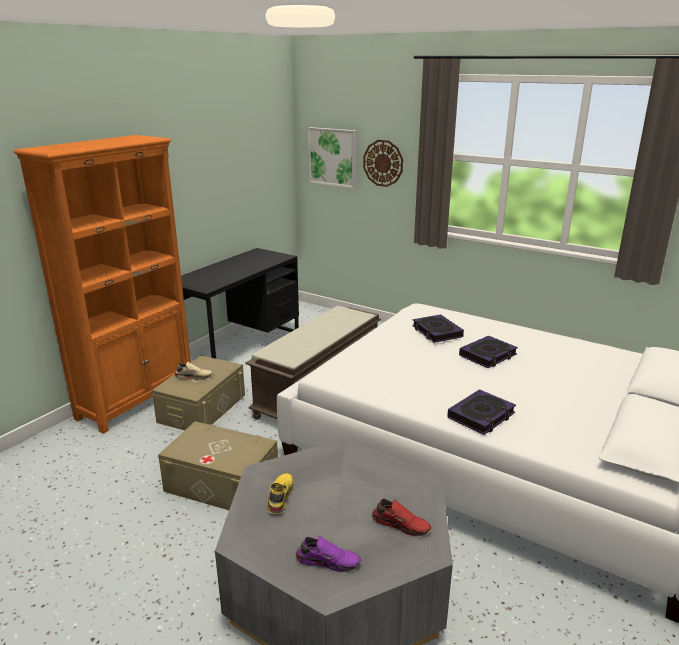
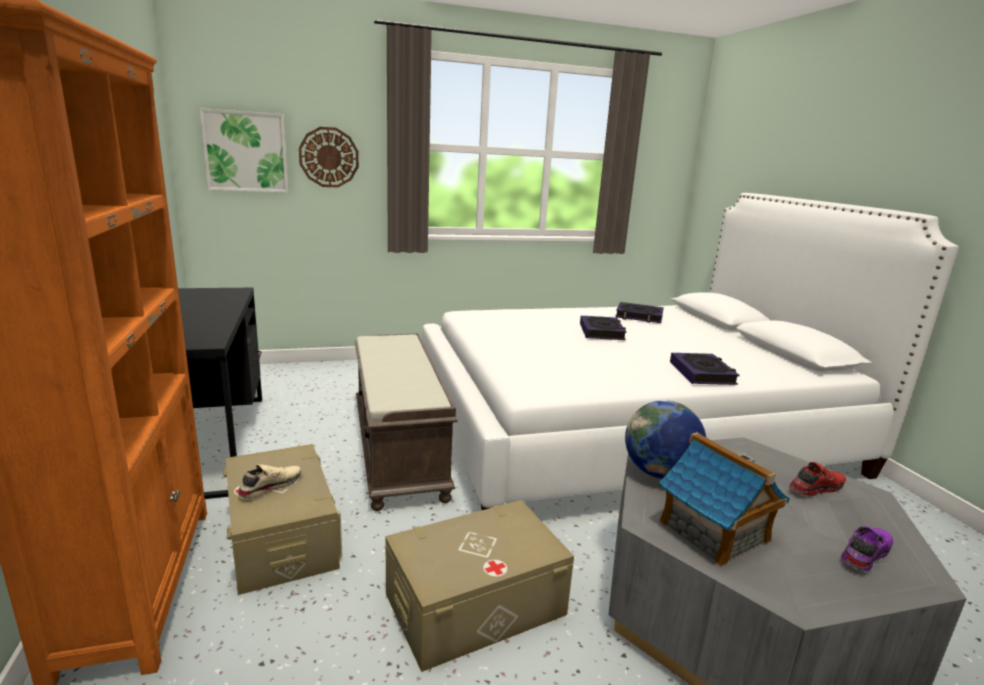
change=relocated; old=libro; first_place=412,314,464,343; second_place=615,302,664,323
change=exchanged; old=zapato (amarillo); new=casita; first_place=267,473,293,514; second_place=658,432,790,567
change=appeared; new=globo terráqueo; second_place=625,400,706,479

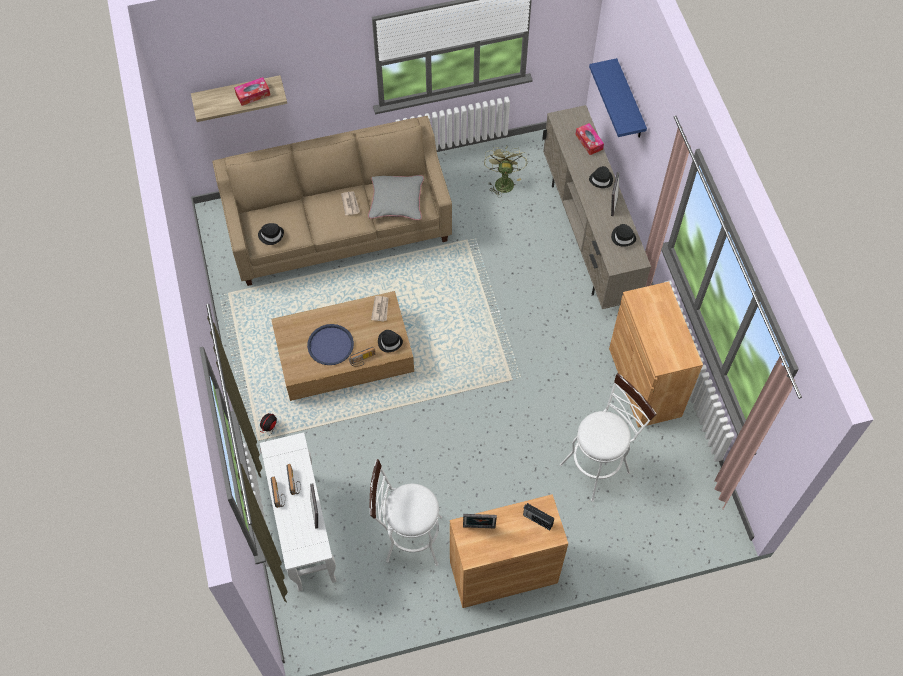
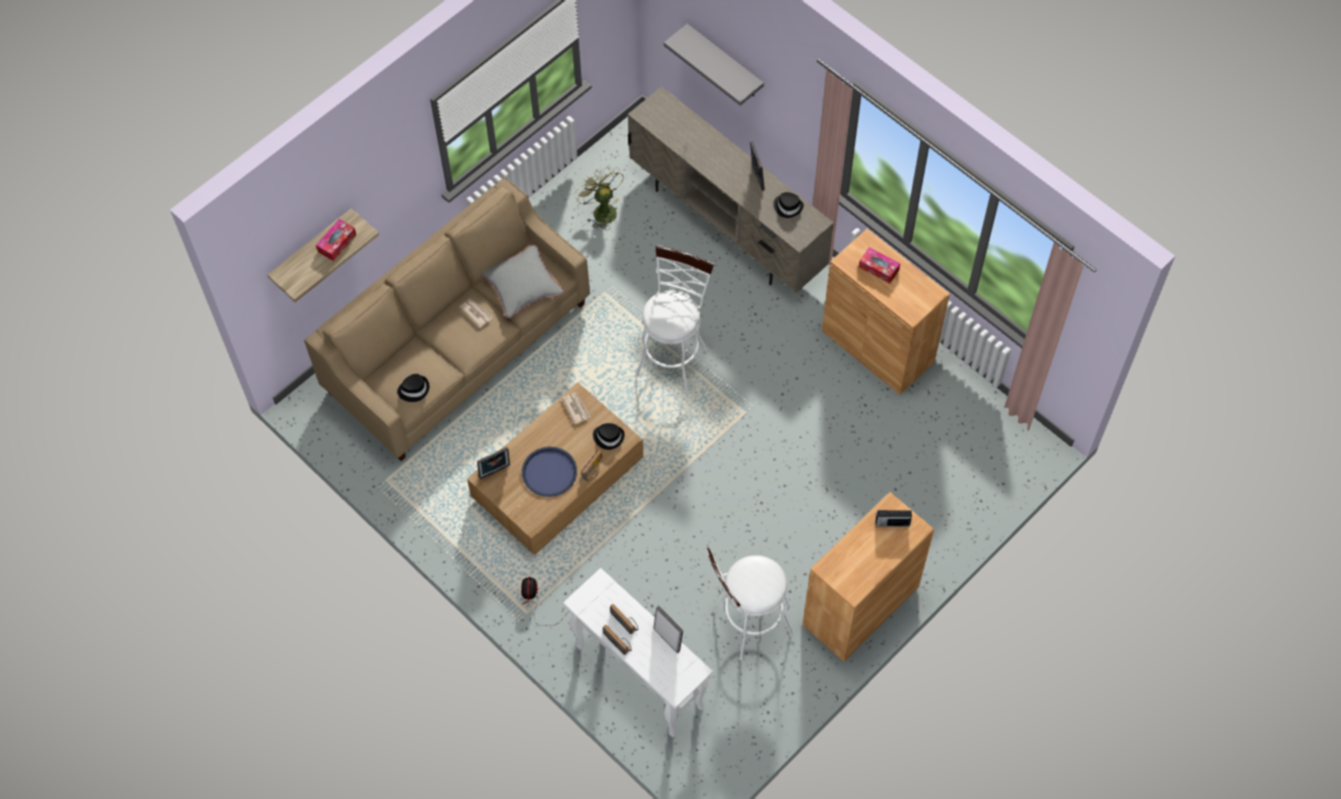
change=colour; old=estante (azul); new=estante (gris); first_place=589,58,647,138; second_place=664,24,764,106
change=relocated; old=caja de pañuelos; first_place=575,123,604,155; second_place=859,247,900,283
change=missing; old=sombrero (negro); first_place=589,166,613,188
change=relocated; old=taburete (blanco); first_place=560,373,656,502; second_place=635,245,714,394
change=relocated; old=portarretratos; first_place=463,514,497,528; second_place=477,447,510,480

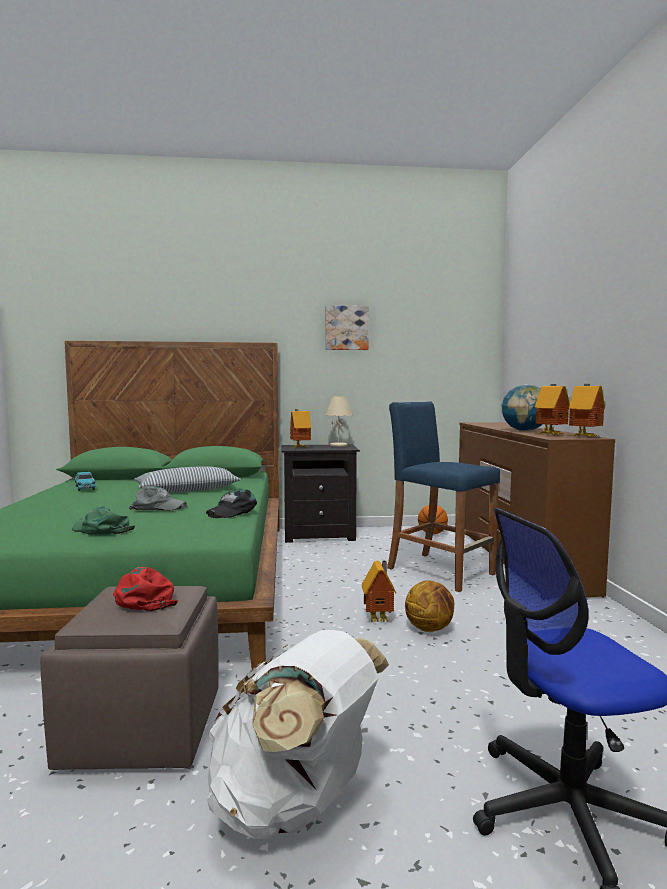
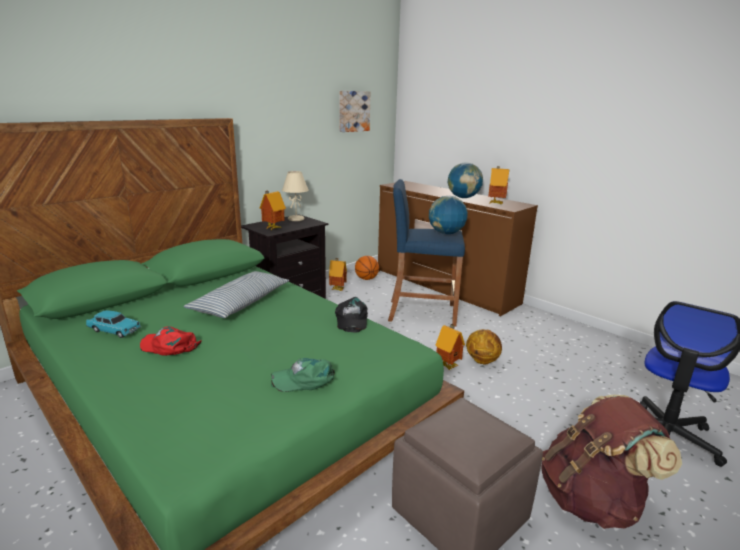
change=relocated; old=cuadro; first_place=325,305,369,350; second_place=340,91,370,132
change=relocated; old=casita; first_place=569,384,605,437; second_place=329,258,347,291
change=missing; old=gorra (gris); first_place=129,486,187,511
change=relocated; old=gorra (rojo); first_place=113,567,178,611; second_place=140,326,202,356
change=colour; old=mochila (blanco); new=mochila (marrón); first_place=207,630,389,839; second_place=541,395,682,529
change=appeared; new=globo terráqueo; second_place=429,196,468,234

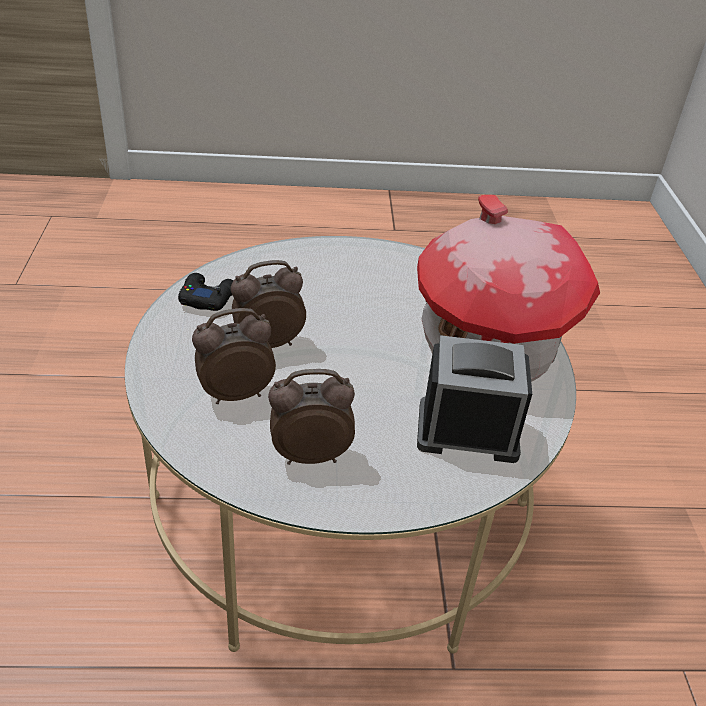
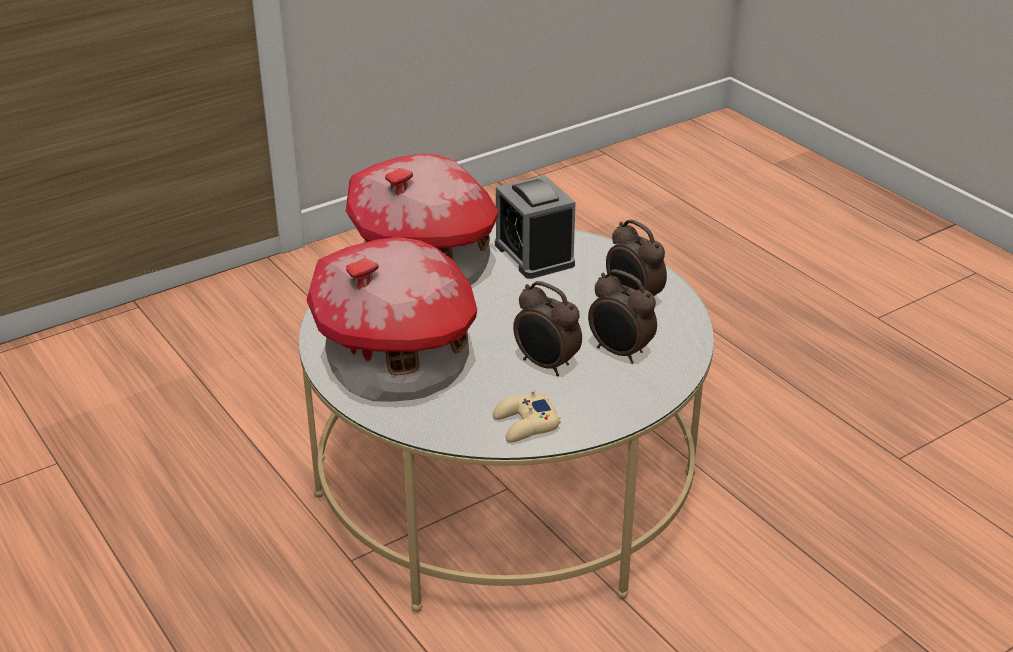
change=colour; old=mando de consola (negro); new=mando de consola (beis); first_place=178,273,234,311; second_place=493,390,561,442
change=appeared; new=casita; second_place=307,237,477,402

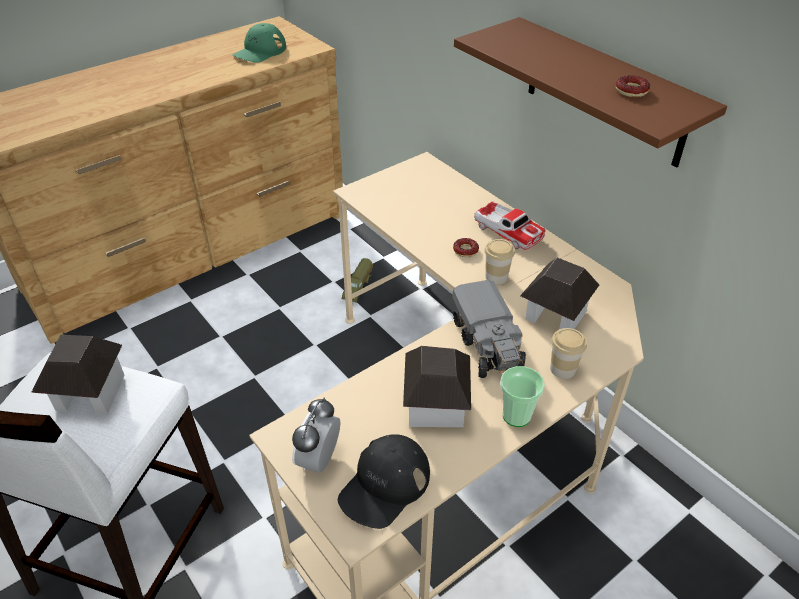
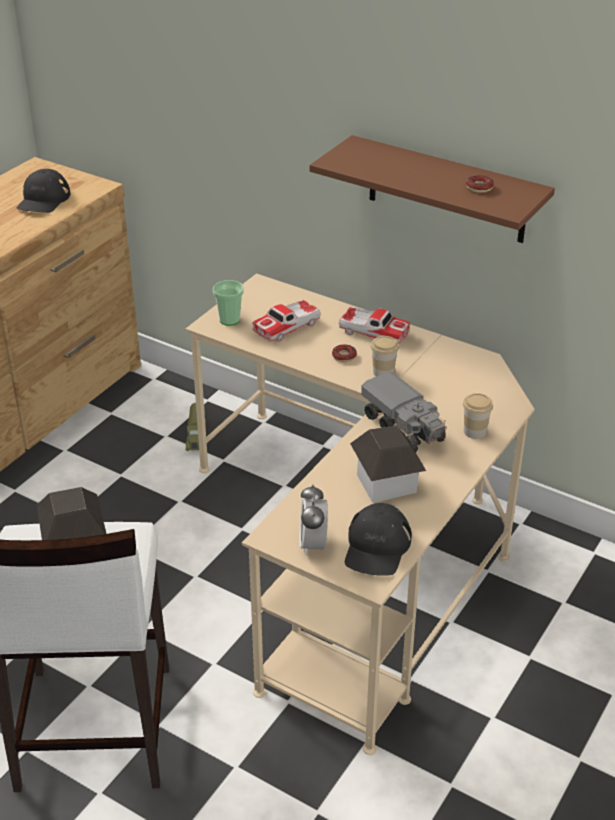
change=colour; old=gorra (verde); new=gorra (negro); first_place=233,23,286,63; second_place=17,169,70,213
change=missing; old=casita; first_place=520,258,599,329
change=relocated; old=taza; first_place=500,366,545,427; second_place=213,280,244,326
change=appeared; new=coche de juguete; second_place=252,300,321,342

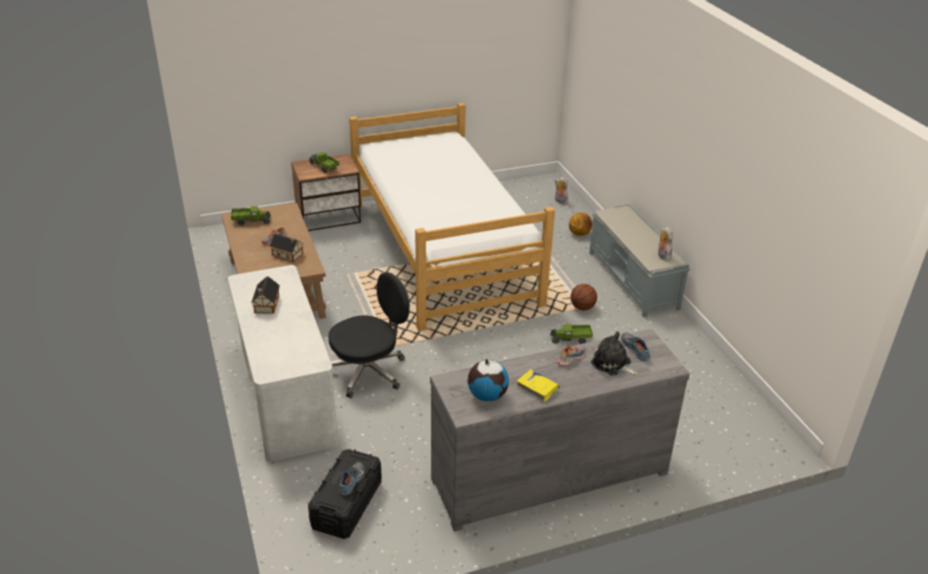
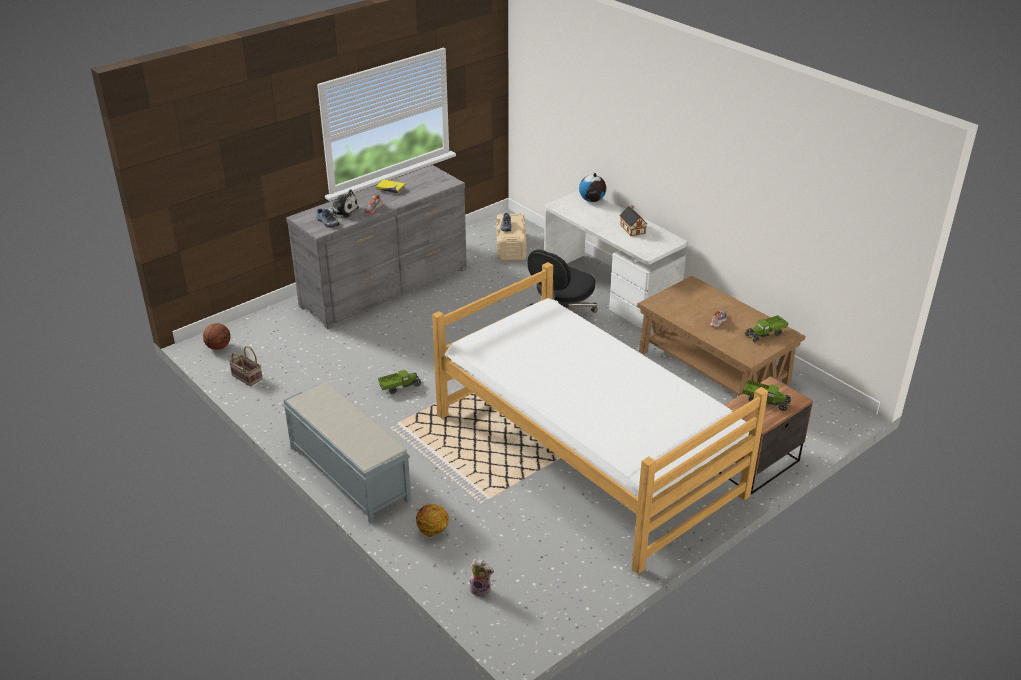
change=missing; old=peluche; first_place=658,227,673,261
change=missing; old=casita; first_place=270,233,304,262
change=relocated; old=balón de baloncesto; first_place=570,284,597,310; second_place=203,323,231,350
change=relocated; old=globo terráqueo; first_place=468,359,509,401; second_place=579,173,606,202
change=colour; old=caja de almacenaje (negro); new=caja de almacenaje (beis); first_place=308,449,382,539; second_place=496,213,526,261
change=appeared; new=cesta; second_place=229,346,263,387

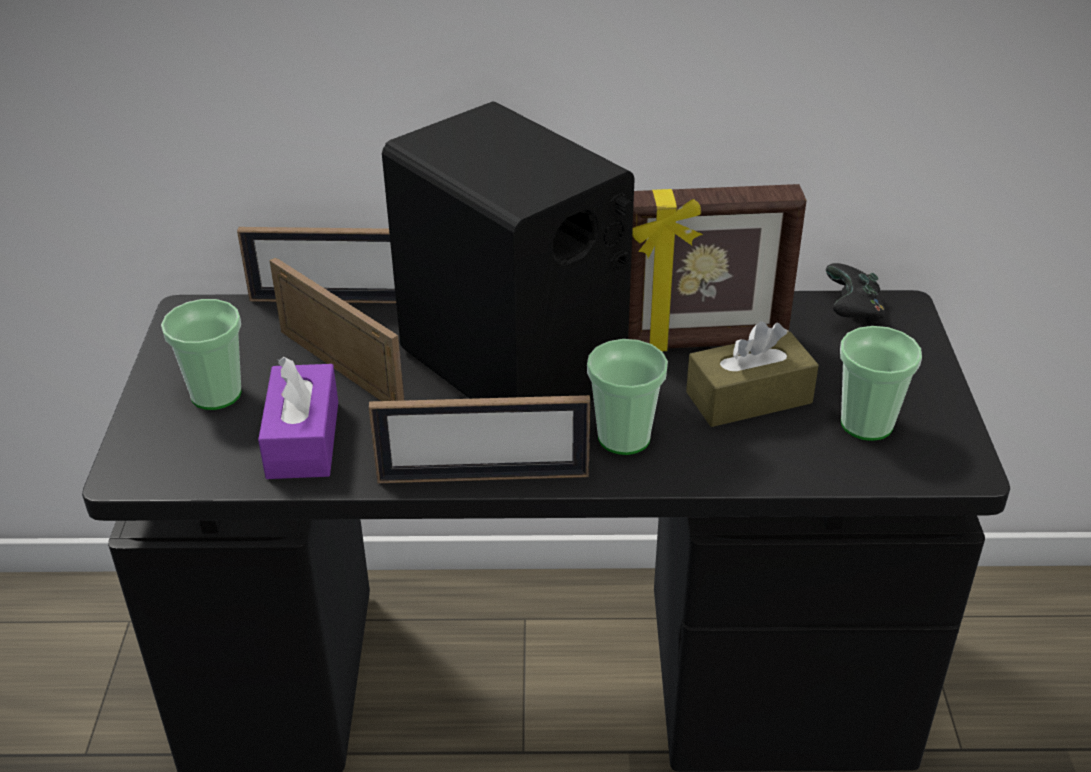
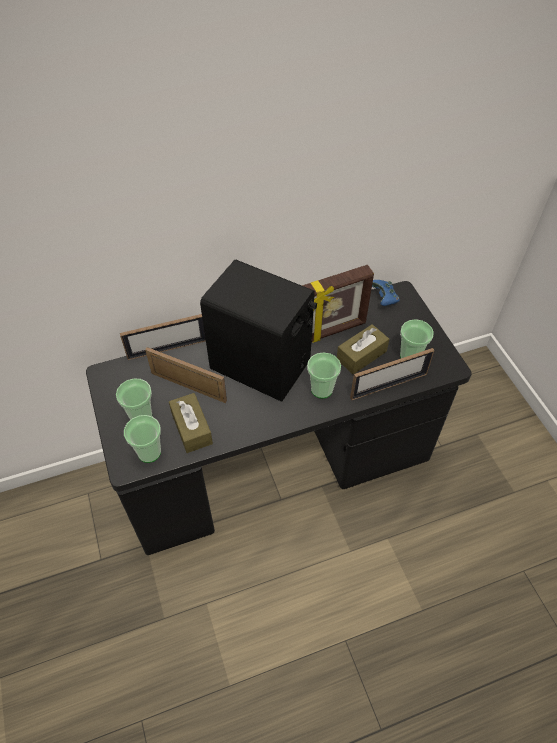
change=colour; old=mando de consola (negro); new=mando de consola (azul); first_place=826,263,885,324; second_place=372,280,400,306
change=colour; old=caja de pañuelos (morado); new=caja de pañuelos (marrón); first_place=258,357,338,479; second_place=169,393,213,453
change=relocated; old=portarretratos; first_place=369,395,590,483; second_place=350,348,435,400
change=appeared; new=taza; second_place=124,415,161,463

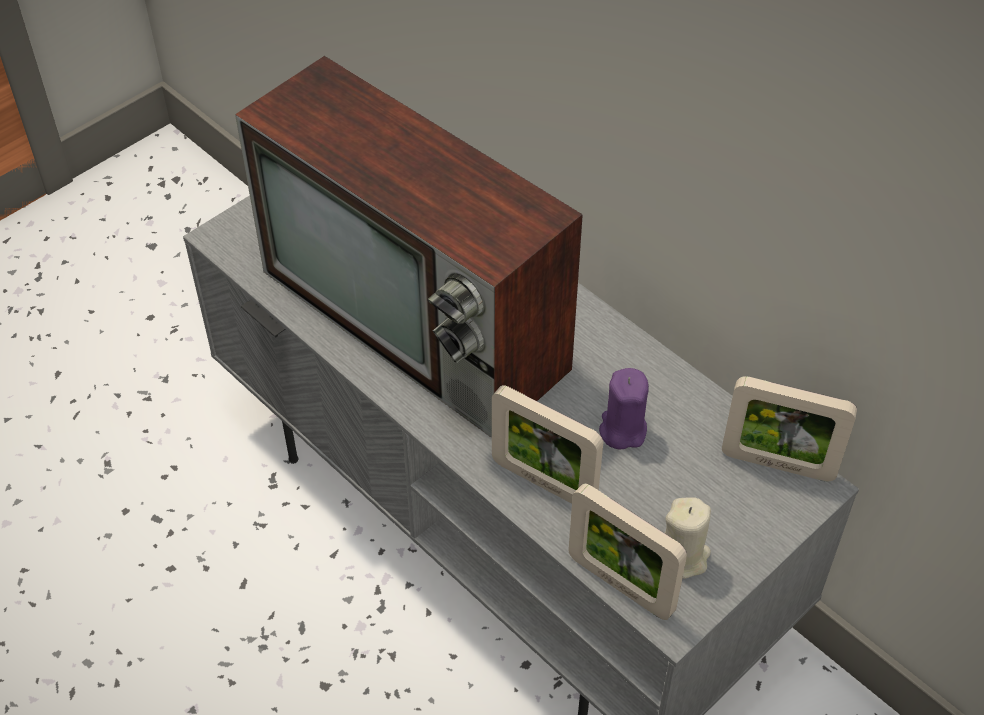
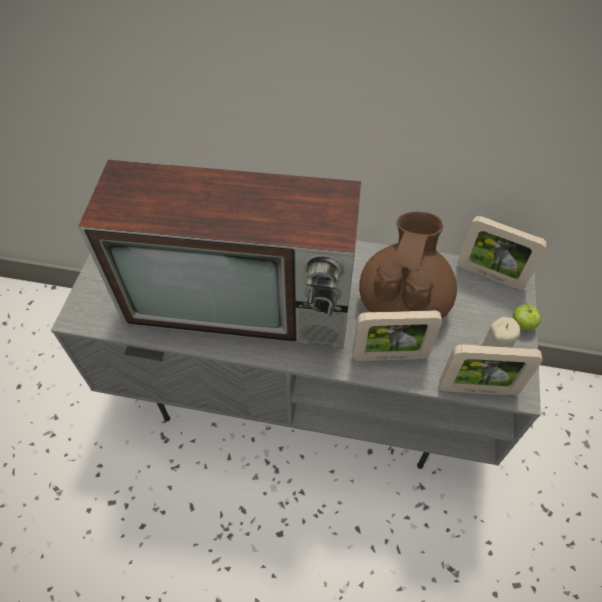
change=exchanged; old=vela (morado); new=tetera (marrón); first_place=599,368,649,450; second_place=359,211,457,319
change=spun; old=portarretratos; first_place=722,376,857,481; second_place=457,216,547,290; degrees=45
change=appeared; new=manzana; second_place=513,305,541,330

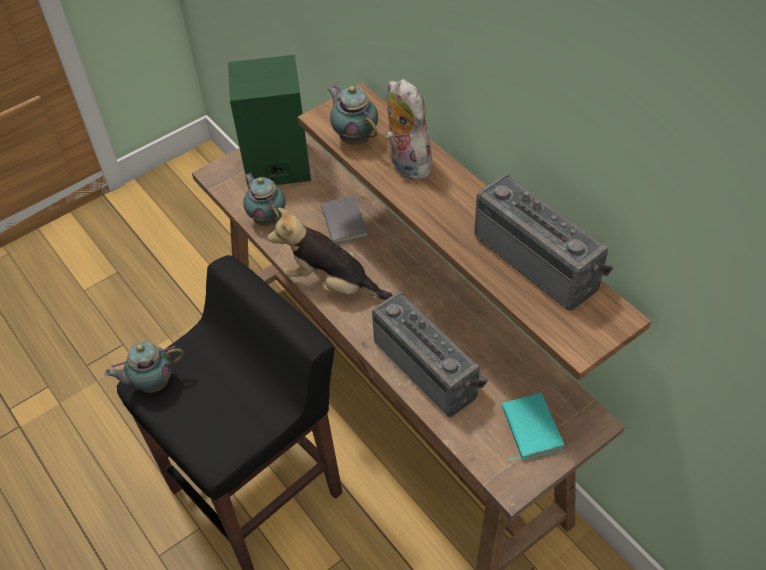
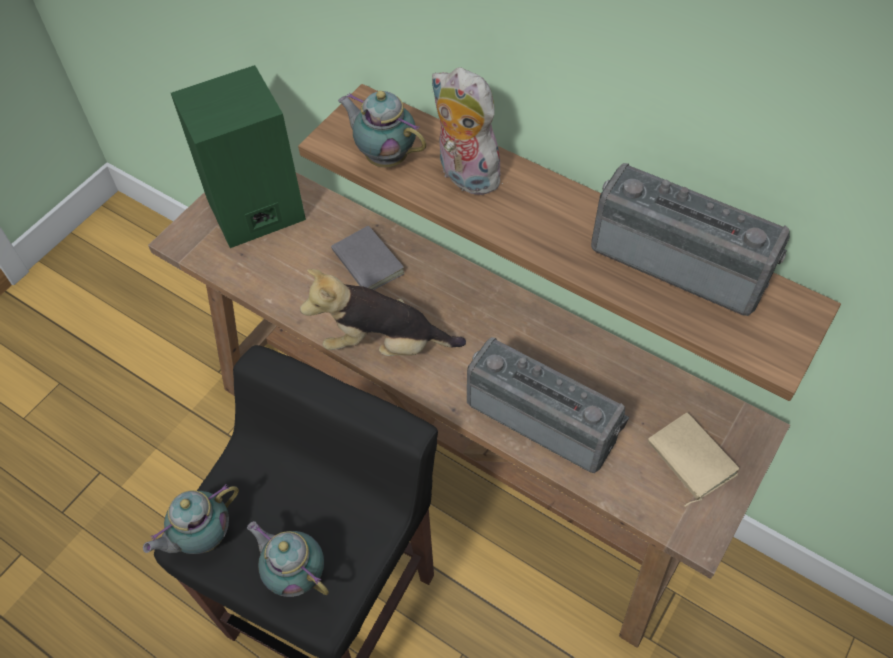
change=relocated; old=tetera; first_place=243,173,285,226; second_place=247,521,329,597
change=colour; old=libro (turquesa); new=libro (beis); first_place=502,393,564,460; second_place=648,413,739,507

